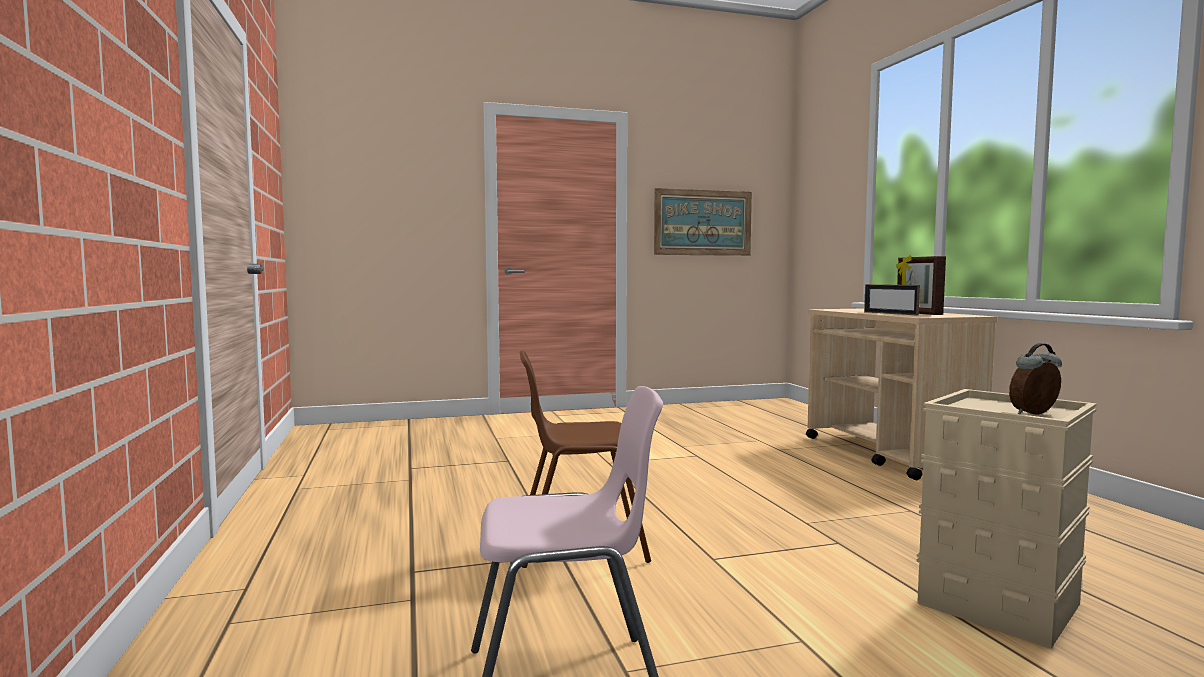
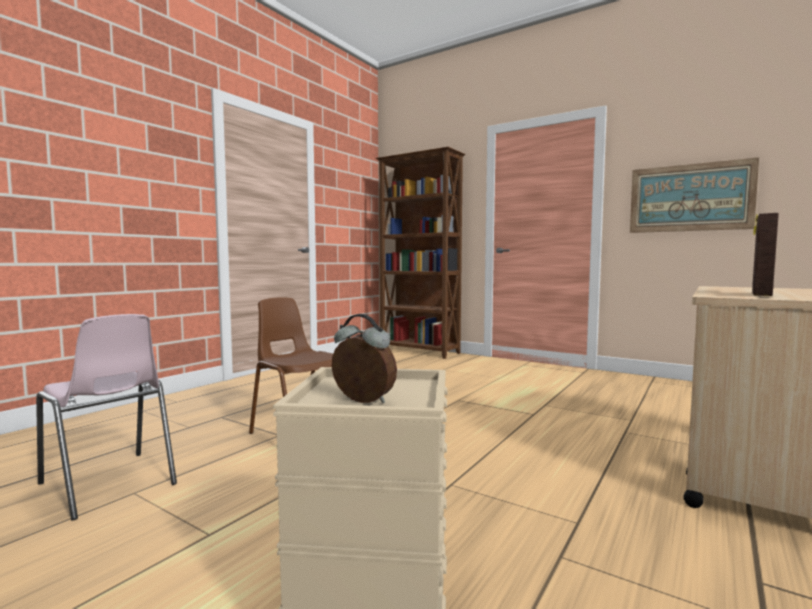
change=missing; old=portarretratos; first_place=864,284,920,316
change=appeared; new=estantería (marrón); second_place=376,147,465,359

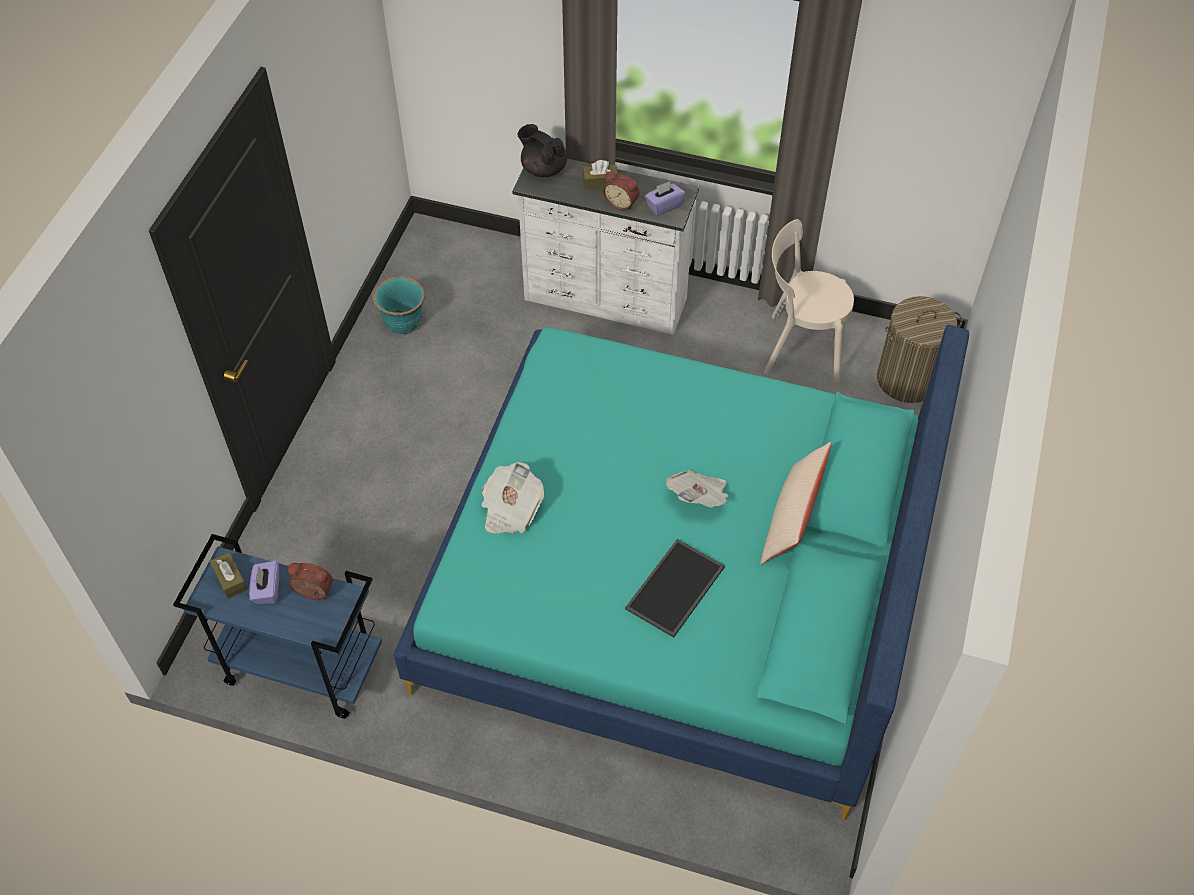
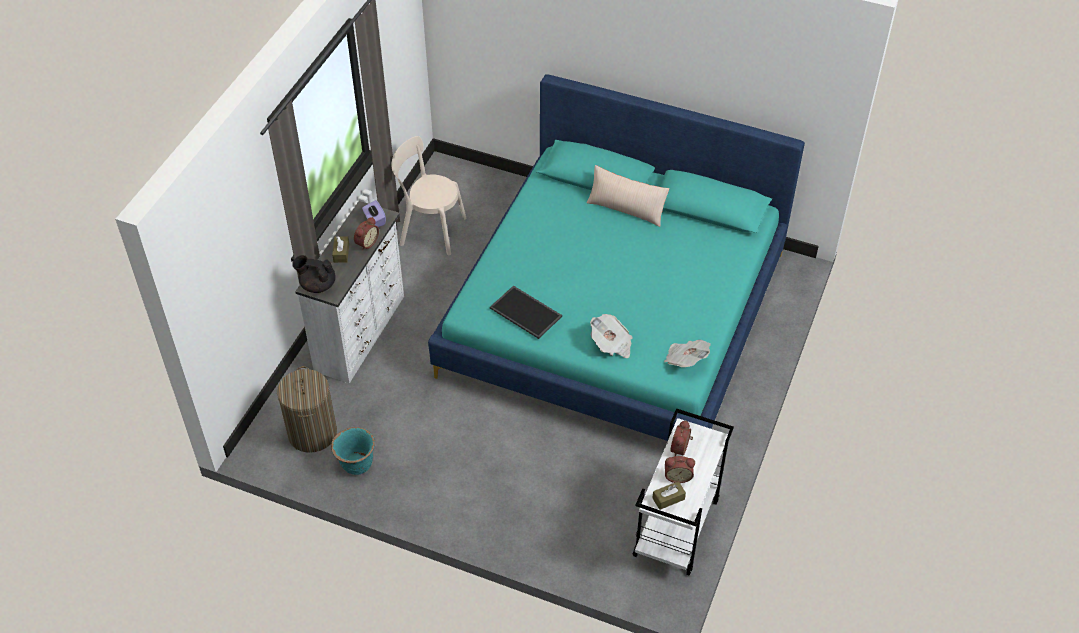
change=spun; old=tetera (negro); first_place=518,124,567,177; second_place=292,255,335,293; degrees=60
change=spun; old=silla (beis); first_place=764,219,854,383; second_place=391,136,467,255; degrees=90
change=relocated; old=cesto de la ropa; first_place=877,296,962,403; second_place=277,366,337,453
change=relocated; old=periódico; first_place=666,470,728,507; second_place=664,340,711,367
change=colour; old=carrito (azul); new=carrito (blanco); first_place=173,534,382,719; second_place=633,408,734,576
change=relocated; old=bandeja; first_place=625,539,725,638; second_place=490,285,562,339
change=exchanged; old=caja de pañuelos (morado); new=despertador; first_place=249,561,279,604; second_place=665,456,695,483

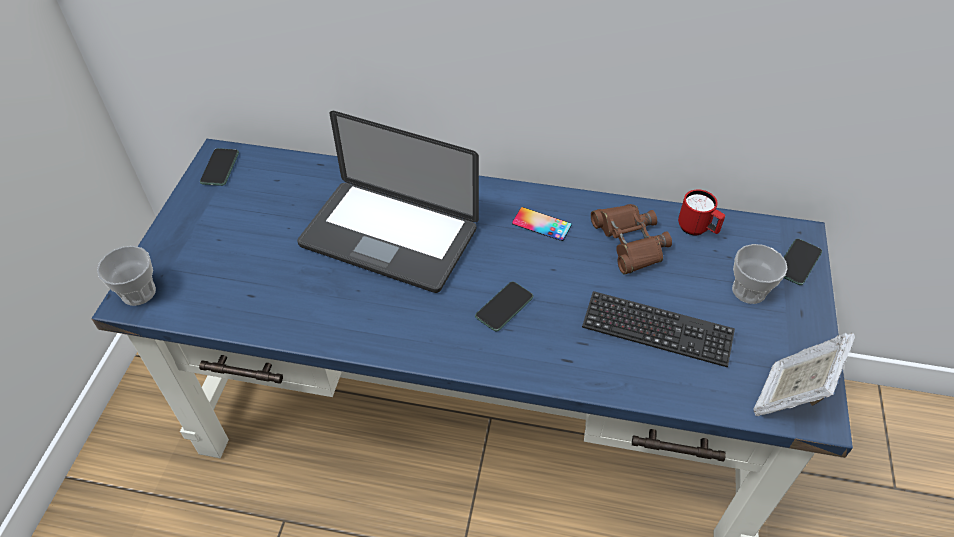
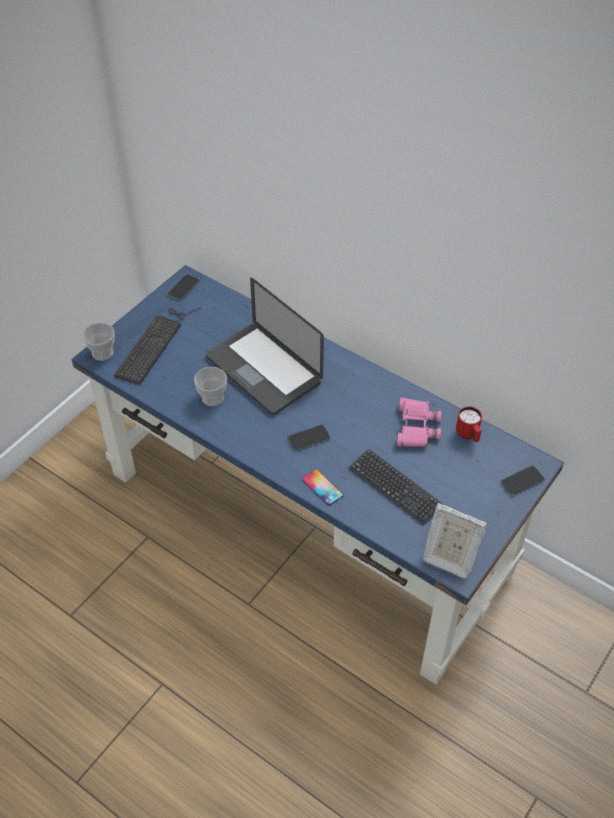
change=colour; old=prismáticos (marrón); new=prismáticos (rosa); first_place=591,204,672,274; second_place=397,398,441,447
change=relocated; old=móvil; first_place=512,207,572,241; second_place=302,469,344,506
change=relocated; old=taza; first_place=732,244,788,304; second_place=194,367,227,406
change=spun; old=portarretratos; first_place=753,333,855,416; second_place=423,503,487,579; degrees=-120
change=appeared; new=teclado; second_place=114,308,202,385

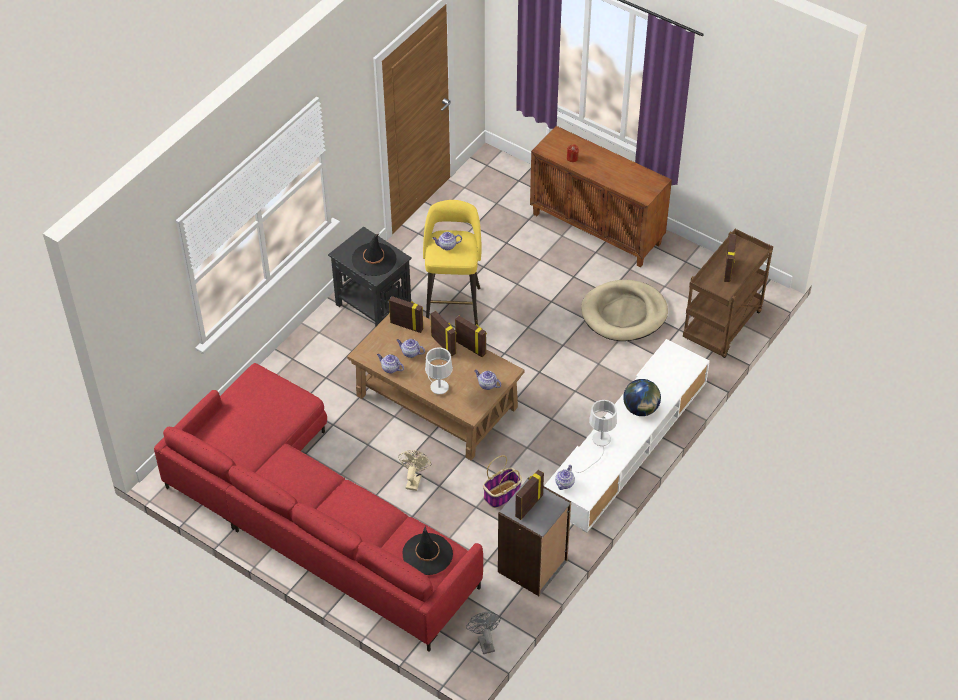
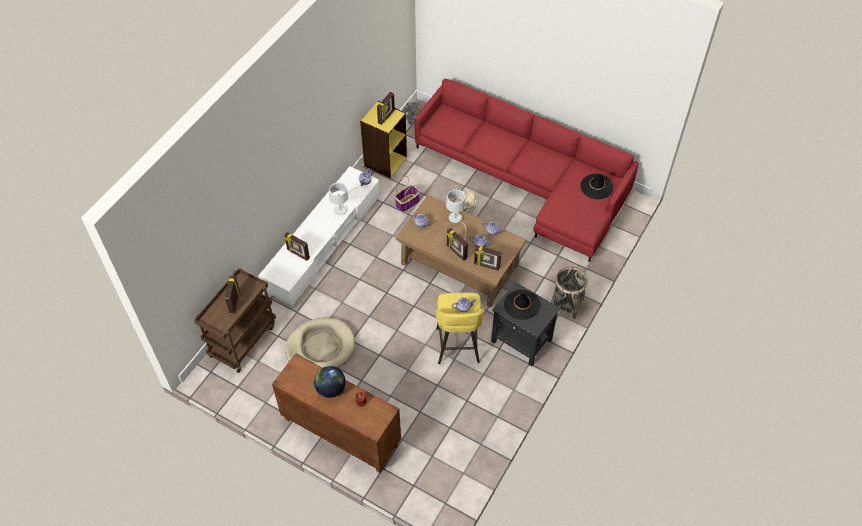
change=relocated; old=portarretratos; first_place=455,316,487,357; second_place=284,232,310,261
change=relocated; old=globo terráqueo; first_place=623,379,661,416; second_place=314,366,346,398
change=colour; old=estantería (gris); new=estantería (amarillo); first_place=498,478,571,596; second_place=360,101,407,178
change=relocated; old=sombrero (negro); first_place=403,525,453,575; second_place=580,174,613,199
change=appeared; new=cesta; second_place=551,266,588,319

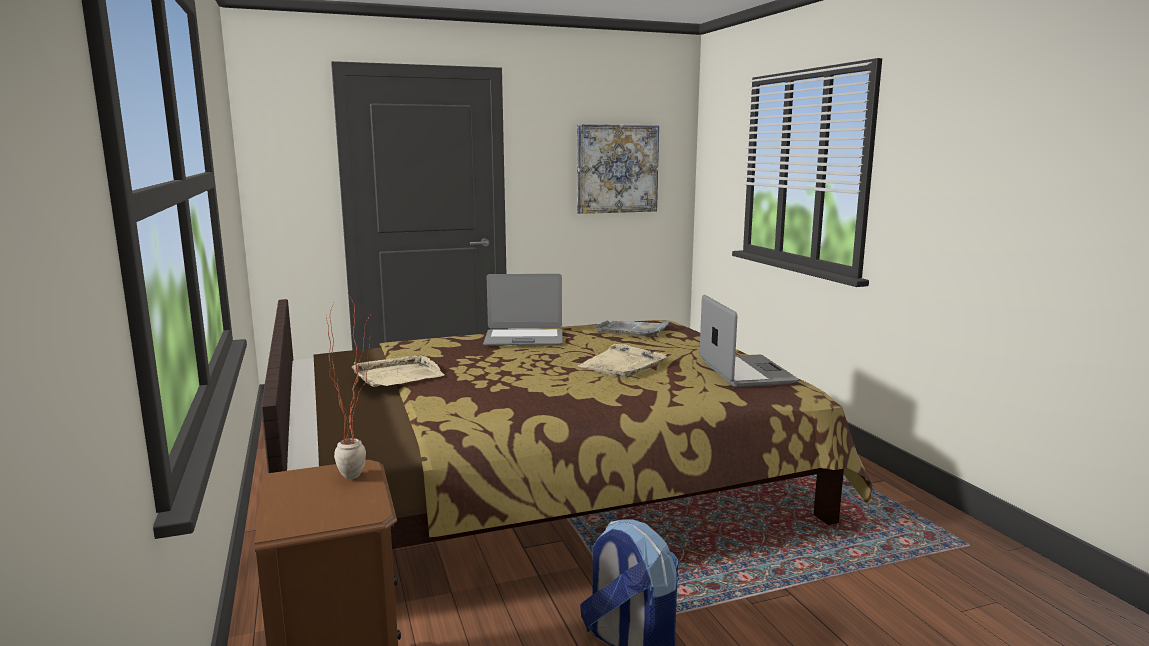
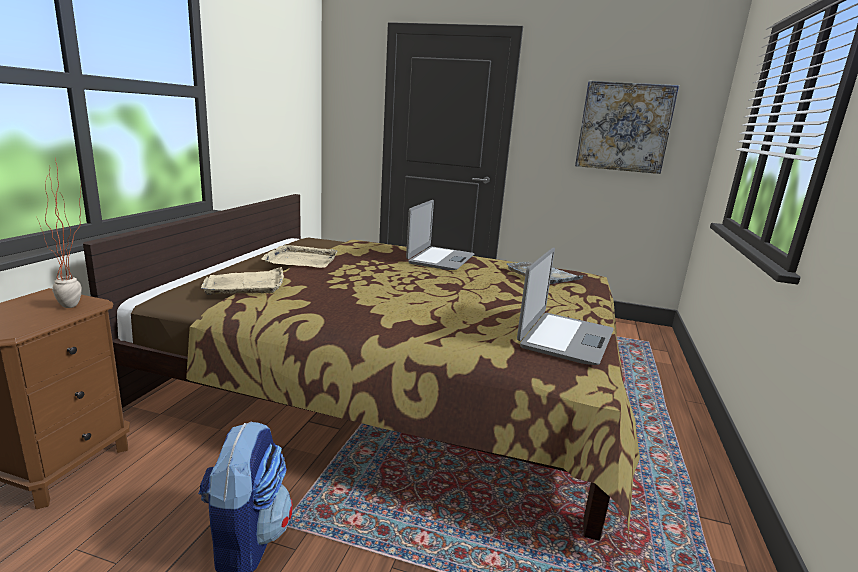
change=spun; old=portátil; first_place=483,274,563,345; second_place=406,200,475,270; degrees=-105
change=relocated; old=bandeja (beis); first_place=578,344,667,378; second_place=201,267,284,295

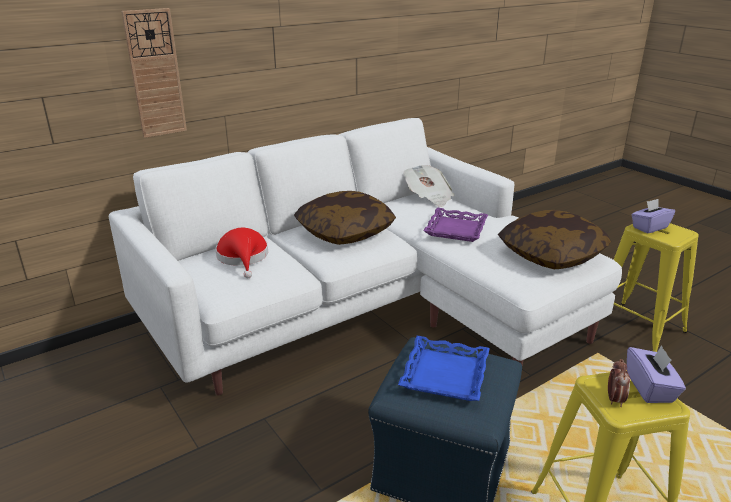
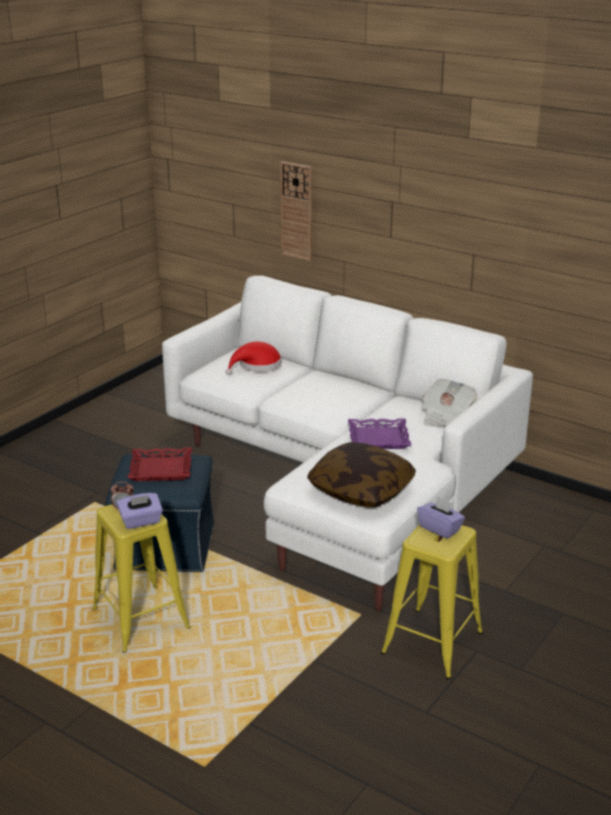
change=missing; old=cojín; first_place=294,191,396,245
change=colour; old=bandeja (azul); new=bandeja (rojo); first_place=398,336,490,401; second_place=128,447,192,481

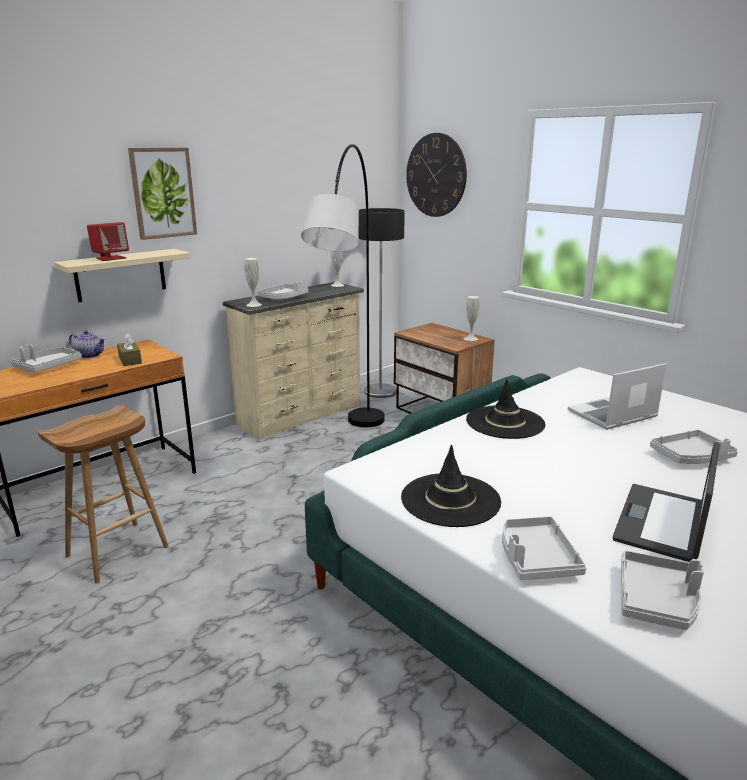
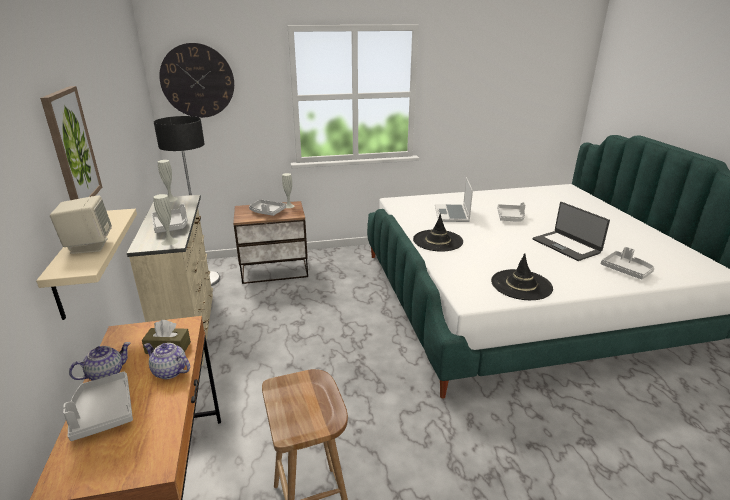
change=missing; old=lámpara de pie (gris); first_place=301,144,385,428
change=colour; old=altavoz (rojo); new=altavoz (beis); first_place=87,222,129,261; second_place=50,195,112,254
change=relocated; old=bandeja (gris); first_place=502,516,587,580; second_place=249,199,286,216
change=appeared; new=tetera; second_place=144,343,190,379

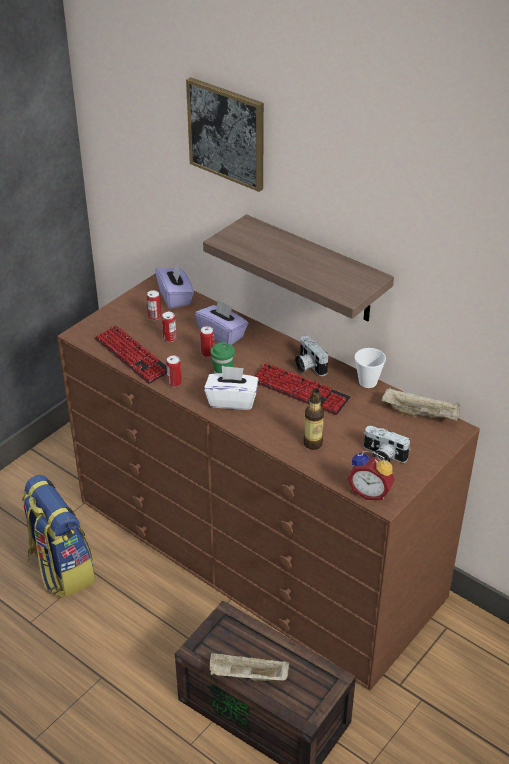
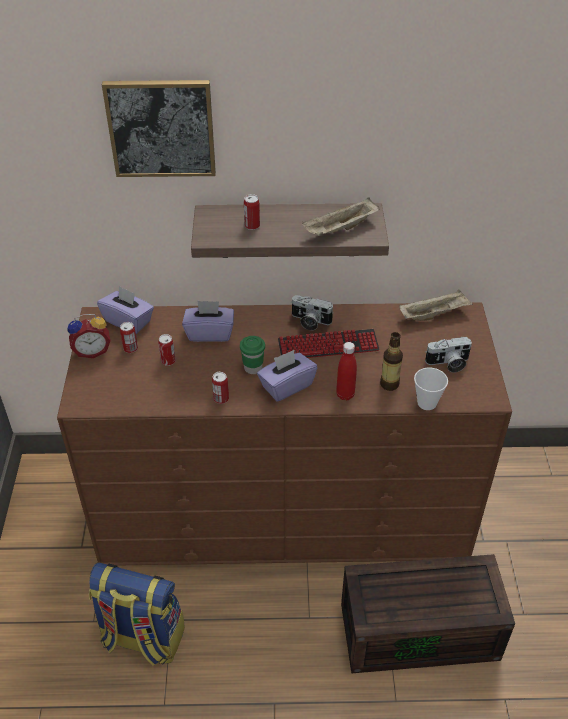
change=missing; old=teclado; first_place=95,325,167,384
change=relocated; old=lata; first_place=200,326,214,357; second_place=244,194,260,230
change=relocated; old=taza; first_place=354,348,386,388; second_place=414,368,448,410
change=colour; old=caja de pañuelos (blanco); new=caja de pañuelos (morado); first_place=204,366,259,410; second_place=257,350,317,402
change=relocated; old=despertador; first_place=347,451,395,500; second_place=68,314,110,358
change=relocated; old=bandeja (beis); first_place=210,653,289,681; second_place=302,197,379,236
change=appeared; new=botella (rojo); second_place=336,342,357,400

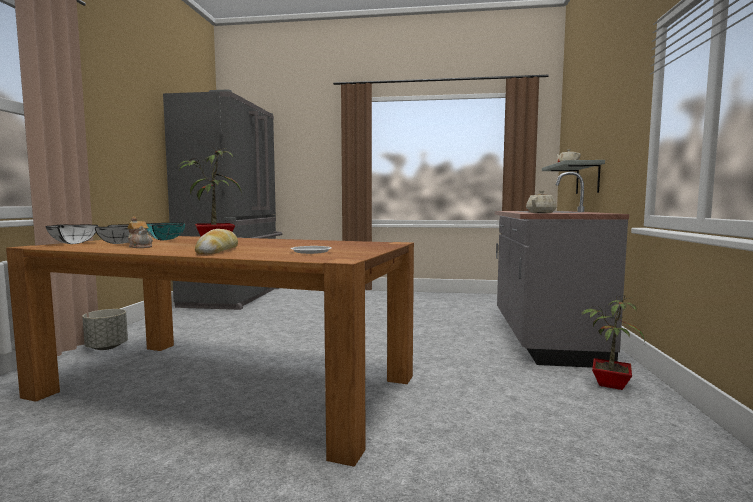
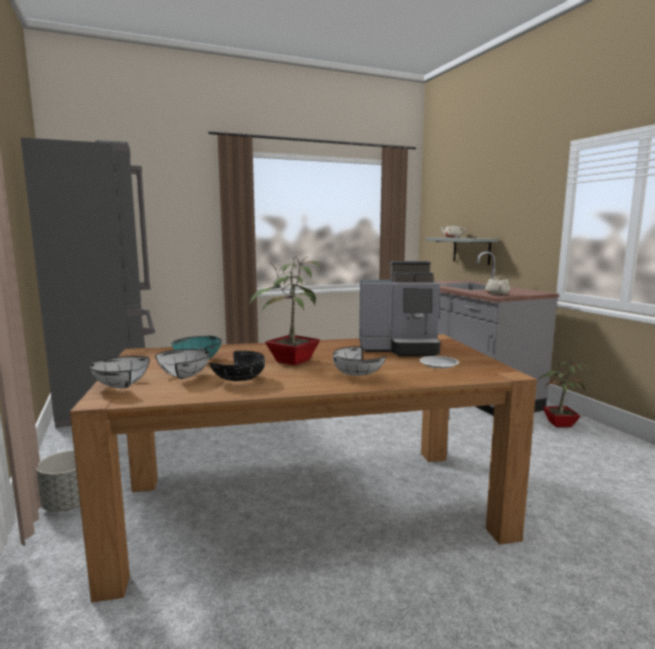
change=exchanged; old=tetera; new=cuenco (negro); first_place=127,216,153,248; second_place=209,351,265,381
change=exchanged; old=pan; new=cuenco (blanco); first_place=195,229,238,254; second_place=333,346,386,376
change=appeared; new=cafetera; second_place=359,261,440,356

